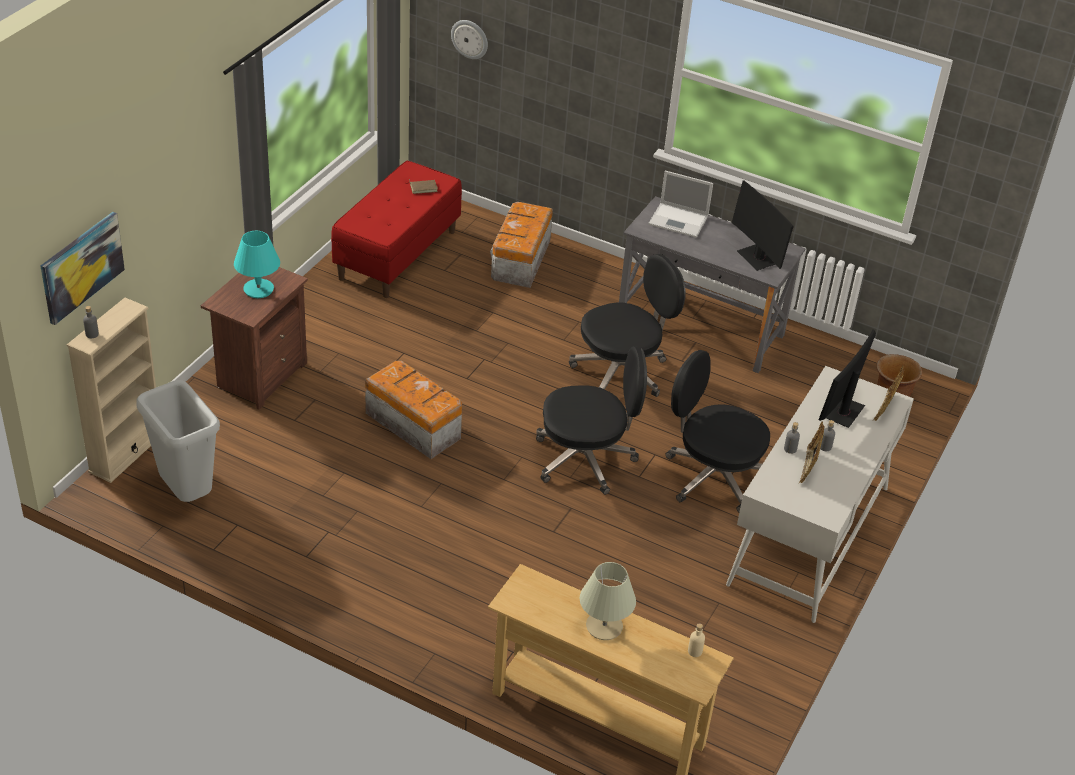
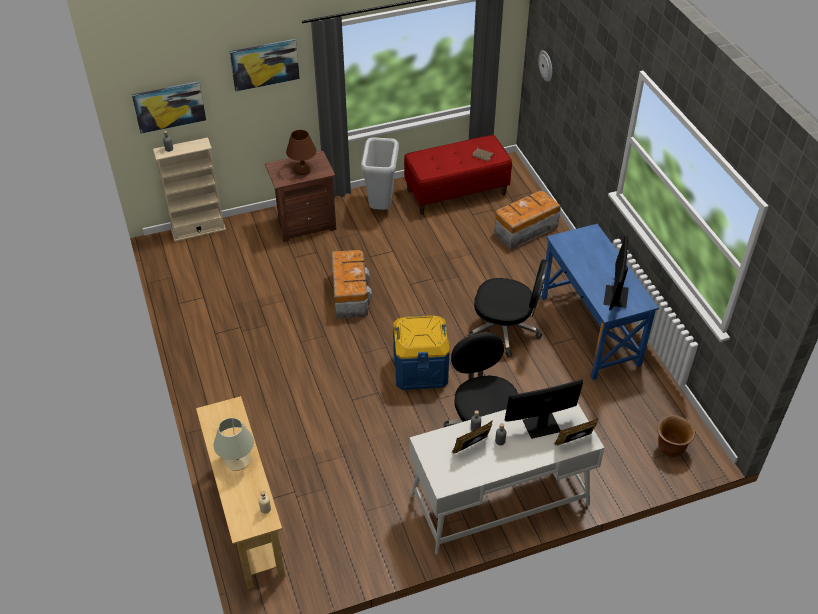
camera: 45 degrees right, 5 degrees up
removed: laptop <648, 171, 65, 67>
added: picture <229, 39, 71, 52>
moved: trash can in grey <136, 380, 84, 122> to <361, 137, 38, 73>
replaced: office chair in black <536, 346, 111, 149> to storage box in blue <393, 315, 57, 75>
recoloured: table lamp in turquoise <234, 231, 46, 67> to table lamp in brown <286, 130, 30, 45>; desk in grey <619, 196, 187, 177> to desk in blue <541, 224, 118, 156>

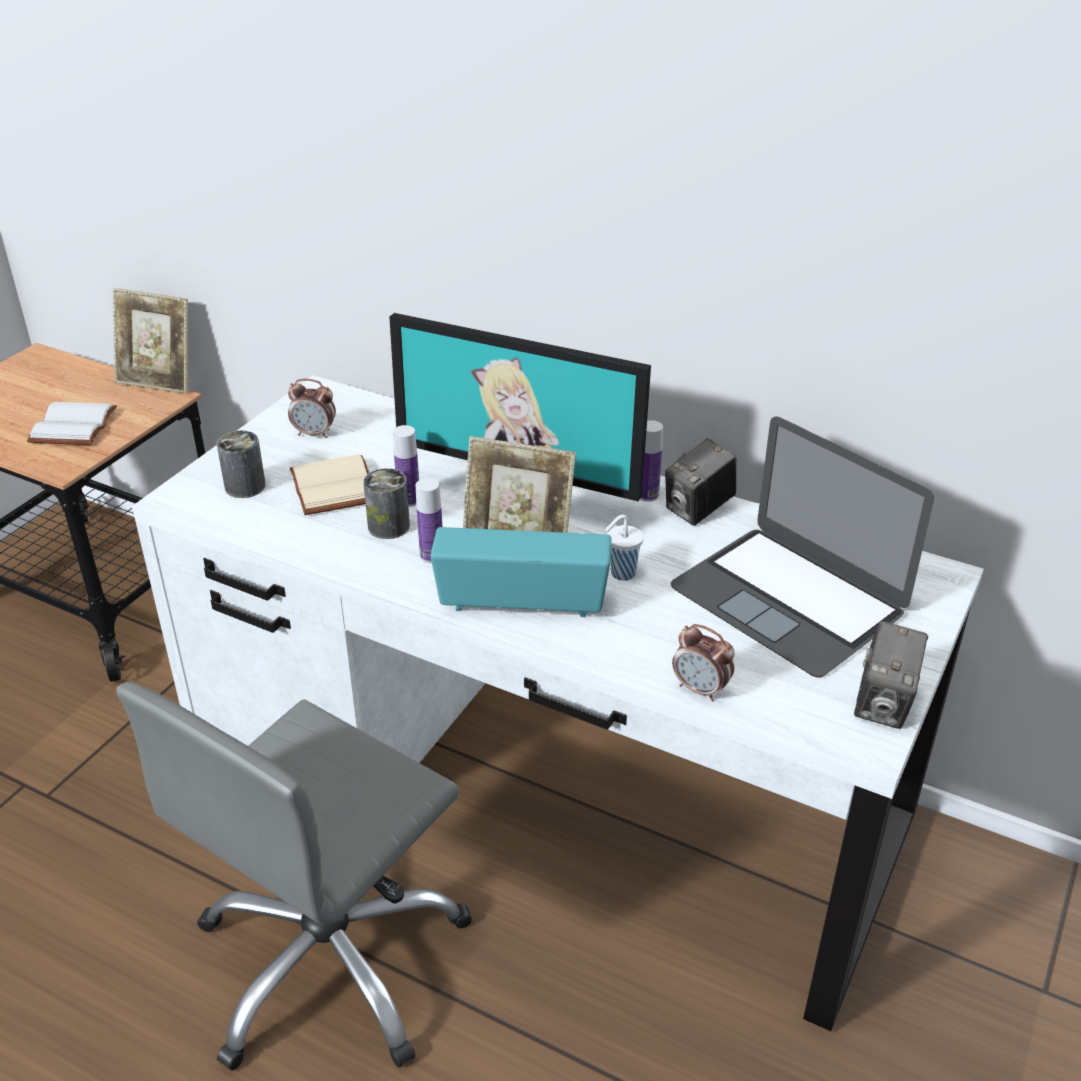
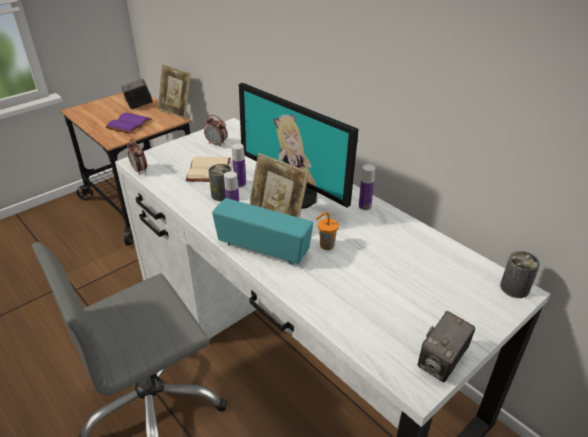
camera: 20 degrees right, 0 degrees up
removed: laptop <671, 416, 263, 261>
moved: can <217, 431, 49, 67> to <500, 251, 40, 47>; photo camera <665, 438, 71, 88> to <122, 79, 31, 30>; alarm clock <672, 624, 62, 77> to <127, 139, 20, 36>
recoloured: book in white <27, 402, 90, 43> to book in purple <106, 112, 46, 22>; cup in white <605, 515, 38, 66> to cup in orange <316, 212, 23, 38>

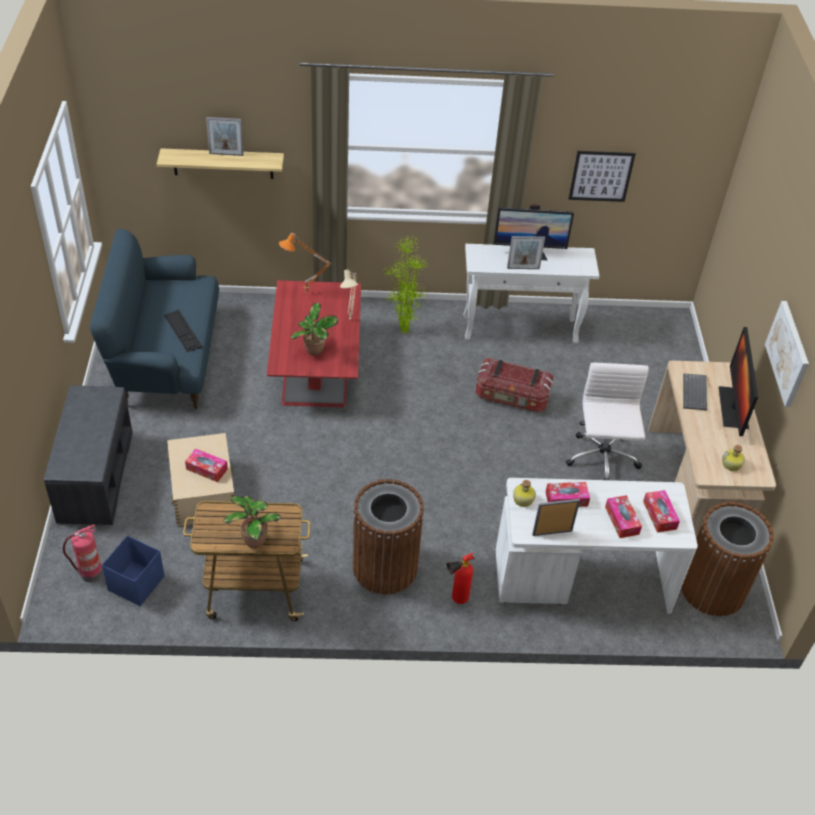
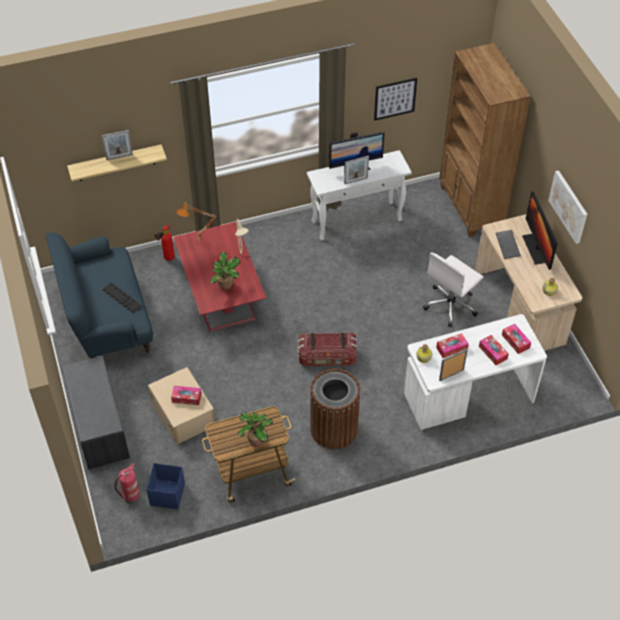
camera: 15 degrees left, 5 degrees up
removed: potted plant <382, 236, 47, 98>; trash can in brown <681, 502, 93, 114>
added: bookcase in brown <439, 43, 92, 194>
moved: fire extinguisher <447, 553, 27, 51> to <154, 224, 21, 37>; storage box <476, 358, 78, 54> to <297, 332, 61, 34>
turned: office chair in white <566, 363, 83, 117> = <423, 252, 60, 75> 120 degrees counterclockwise

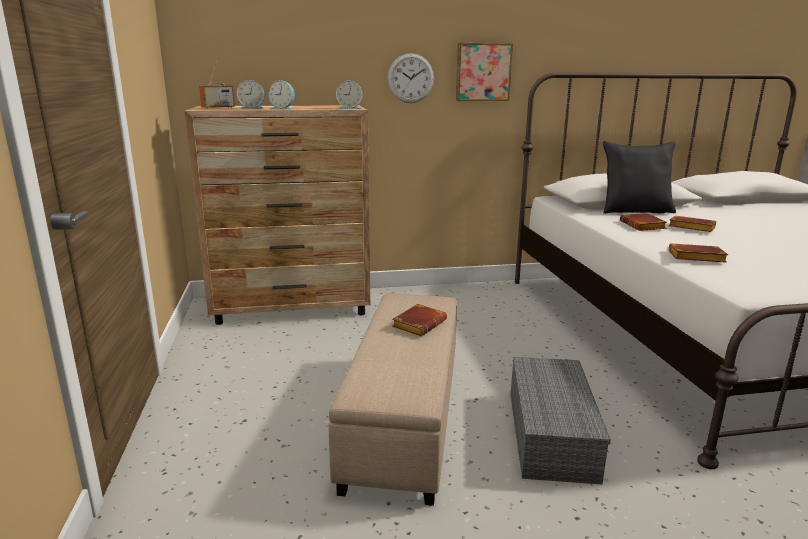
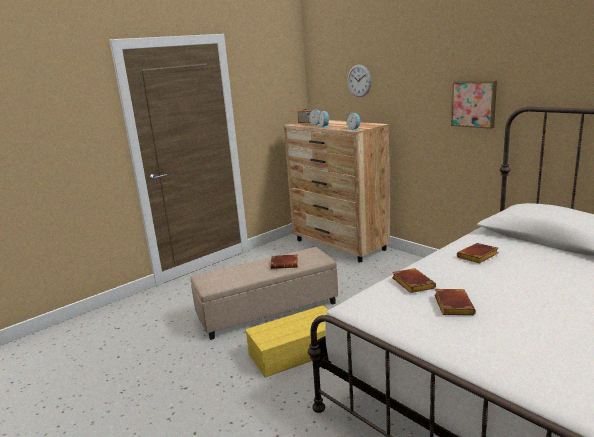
camera: 60 degrees right, 0 degrees up
removed: pillow in black <603, 141, 73, 73>
moved: wall clock <387, 53, 47, 50> to <347, 64, 25, 33>; book in brown <669, 216, 47, 16> to <434, 289, 42, 26>
recoloured: storage box in grey <511, 357, 100, 127> to storage box in yellow <245, 305, 83, 73>

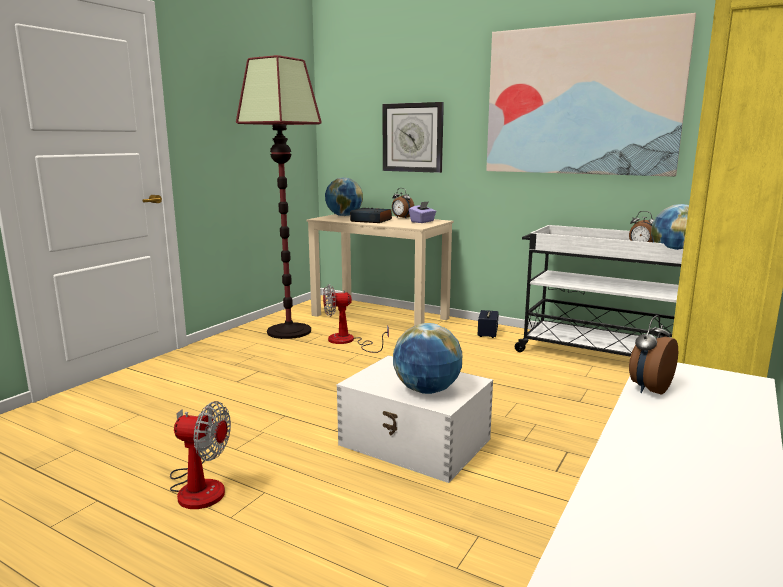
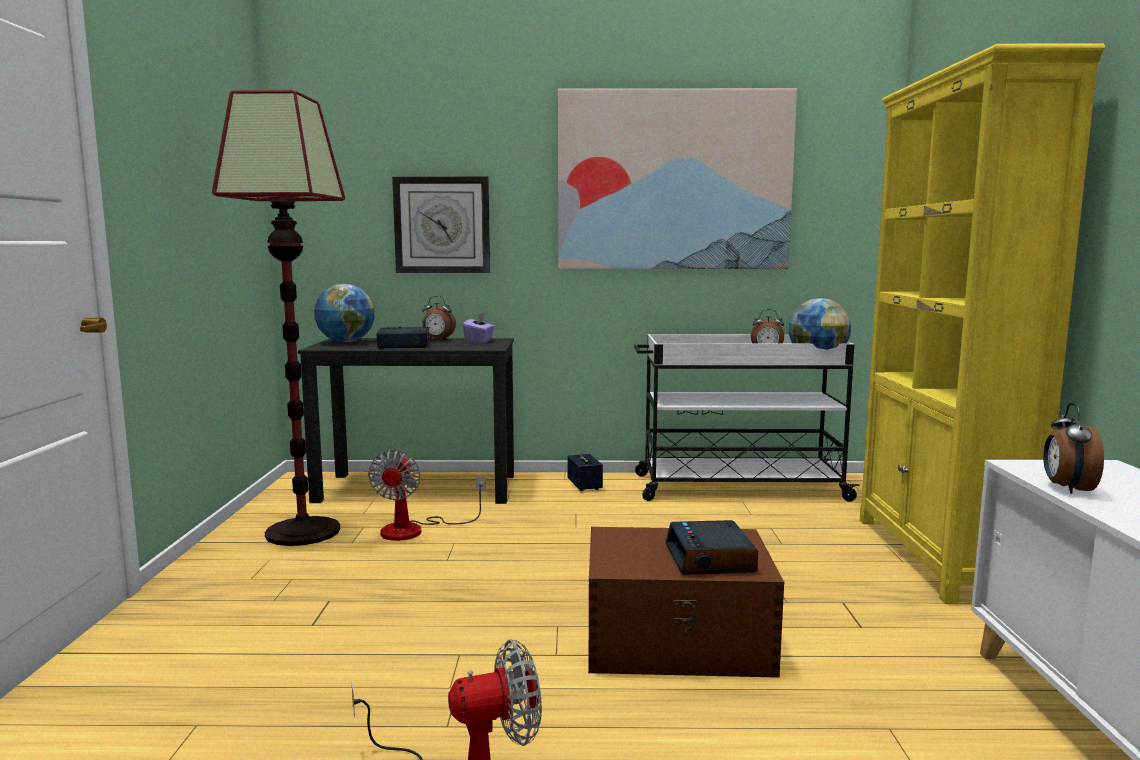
camera: 30 degrees left, 5 degrees down
replaced: globe <393, 323, 69, 71> to alarm clock <665, 520, 93, 55>
recoloured: desk in beige <306, 214, 148, 112> to desk in black <298, 338, 216, 166>; storage box in white <337, 355, 156, 128> to storage box in brown <588, 527, 196, 151>
turned: fan <323, 284, 66, 69> = <368, 450, 118, 91> 45 degrees counterclockwise

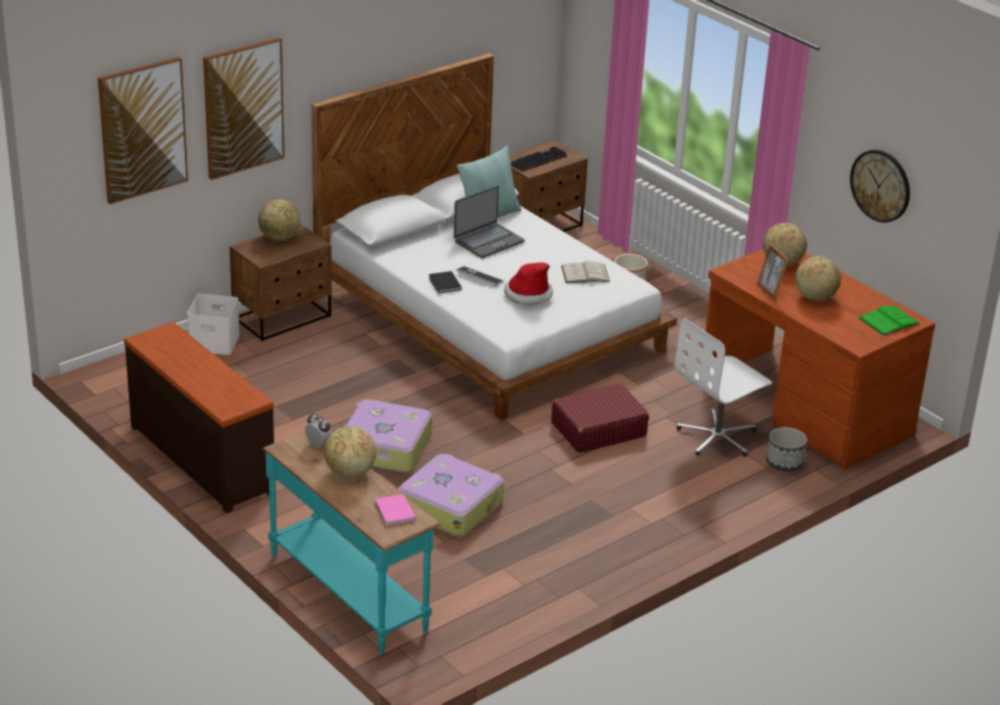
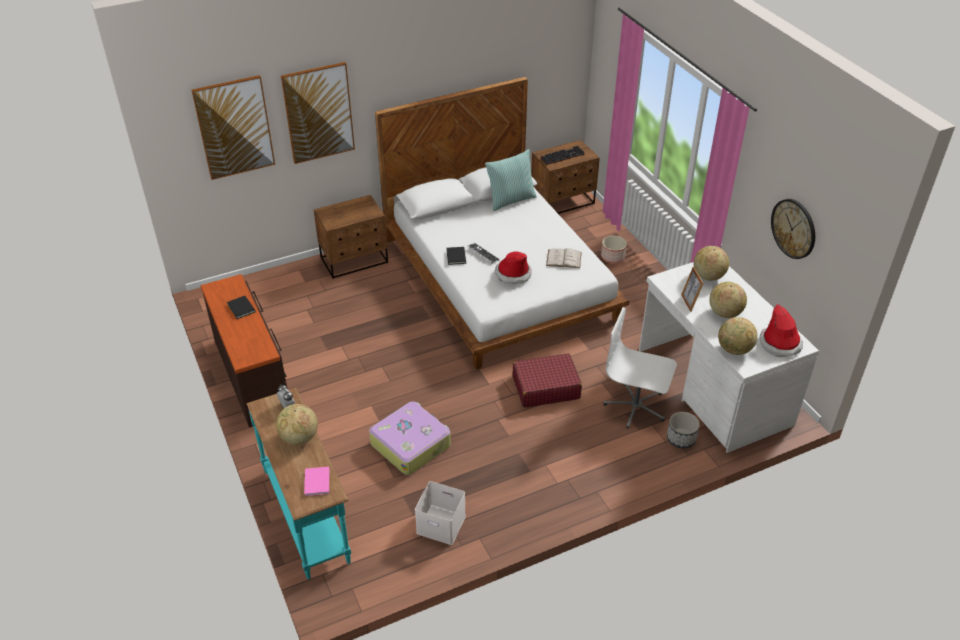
camera: 15 degrees right, 10 degrees up
removed: suitcase <343, 399, 89, 74>; laptop <454, 186, 70, 72>
added: book in black <227, 296, 29, 23>
moved: storage box in white <187, 294, 53, 61> to <415, 481, 51, 64>; globe <258, 200, 42, 41> to <718, 317, 40, 38>
replaced: book in green <858, 306, 62, 30> to hat <759, 304, 44, 54>
recoloured: desk in brown <705, 249, 230, 221> to desk in white <639, 262, 180, 191>
turned: office chair in white <675, 318, 97, 139> = <603, 307, 74, 122> 45 degrees clockwise

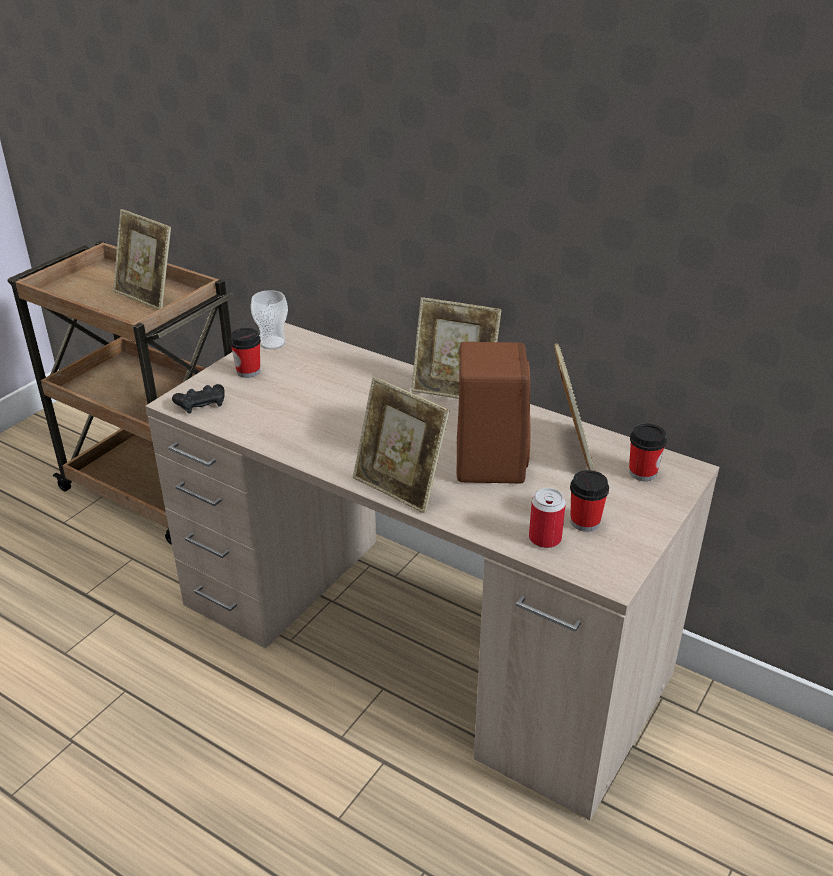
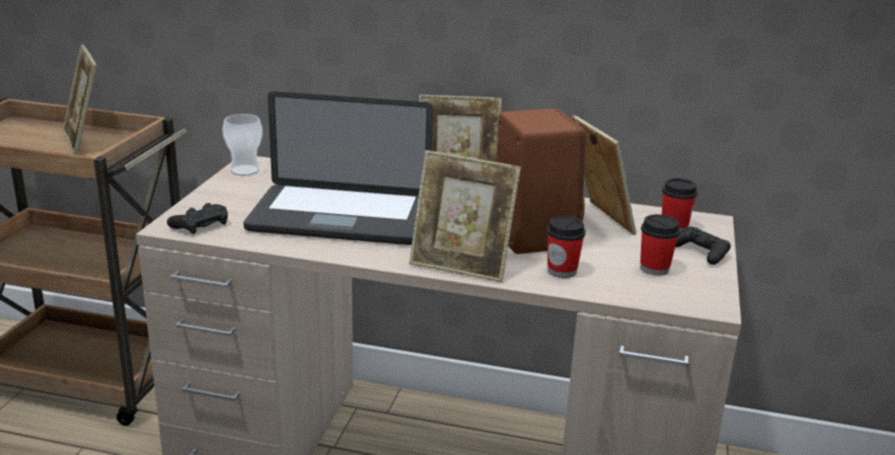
camera: 20 degrees left, 10 degrees down
removed: can <529, 488, 37, 60>
added: laptop <243, 91, 190, 154>; game controller in black <675, 227, 56, 38>
moved: cup <229, 328, 32, 50> to <547, 216, 39, 62>
turned: picture frame <113, 209, 58, 101> = <62, 44, 35, 111> 45 degrees clockwise

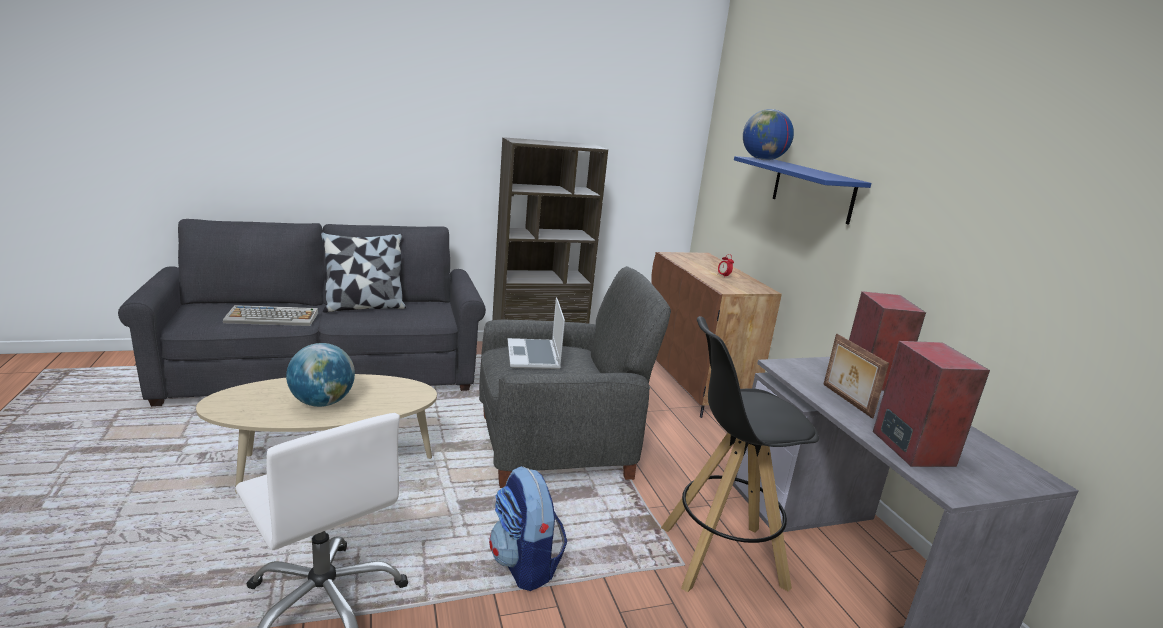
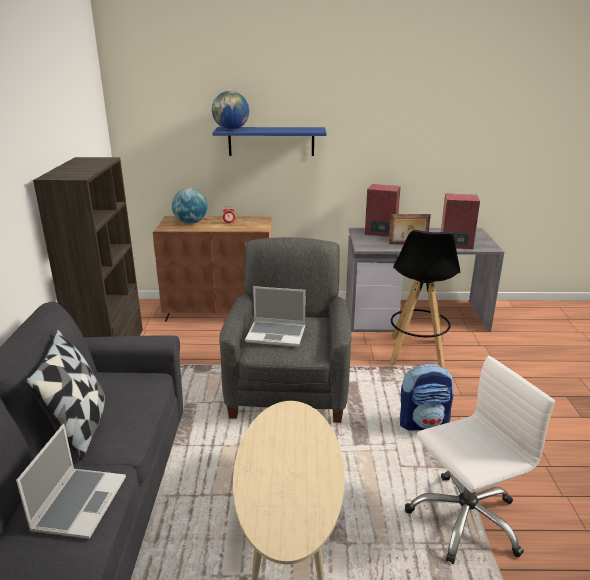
camera: 70 degrees left, 5 degrees up
moved: globe <286, 343, 69, 64> to <172, 188, 35, 36>
replaced: keyboard <223, 305, 95, 21> to laptop <16, 424, 110, 115>

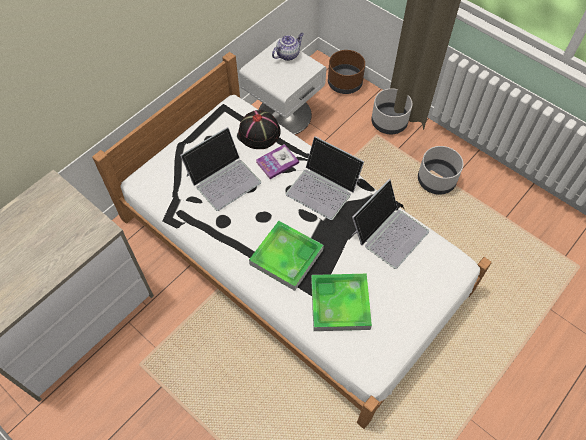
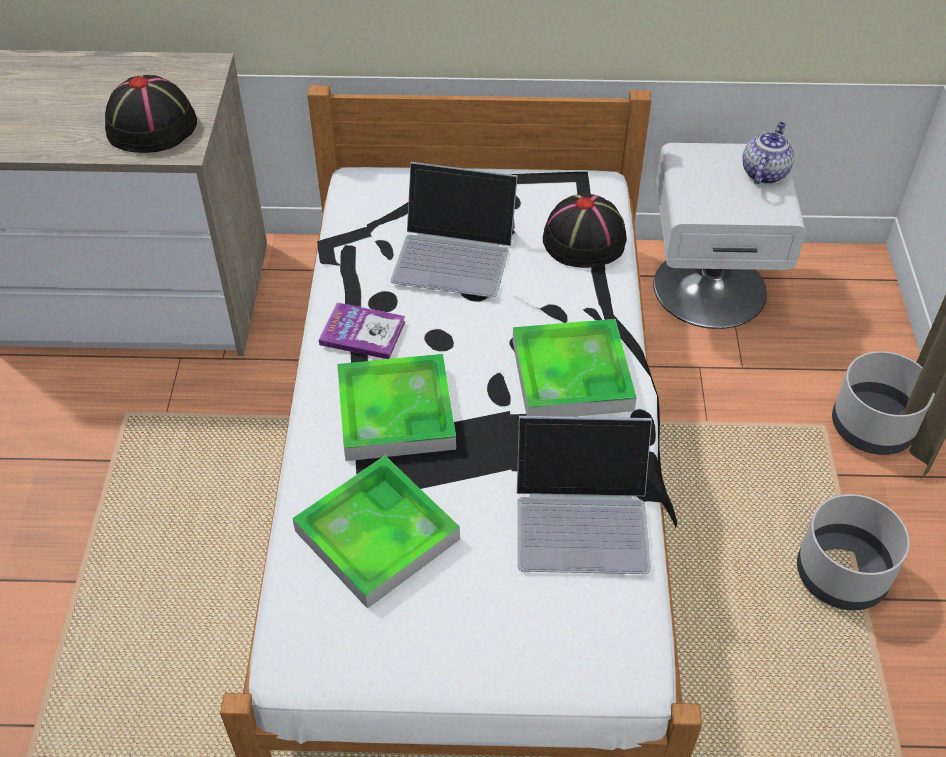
camera: 50 degrees right, 10 degrees down
removed: planter in brown <328, 50, 37, 44>
added: hat in black <105, 75, 92, 78>
moved: book <256, 144, 43, 35> to <319, 302, 87, 57>
replaced: laptop <286, 136, 78, 84> to tray <513, 319, 124, 98>
turned: teapot <272, 33, 32, 28> = <743, 122, 51, 62> 75 degrees counterclockwise

